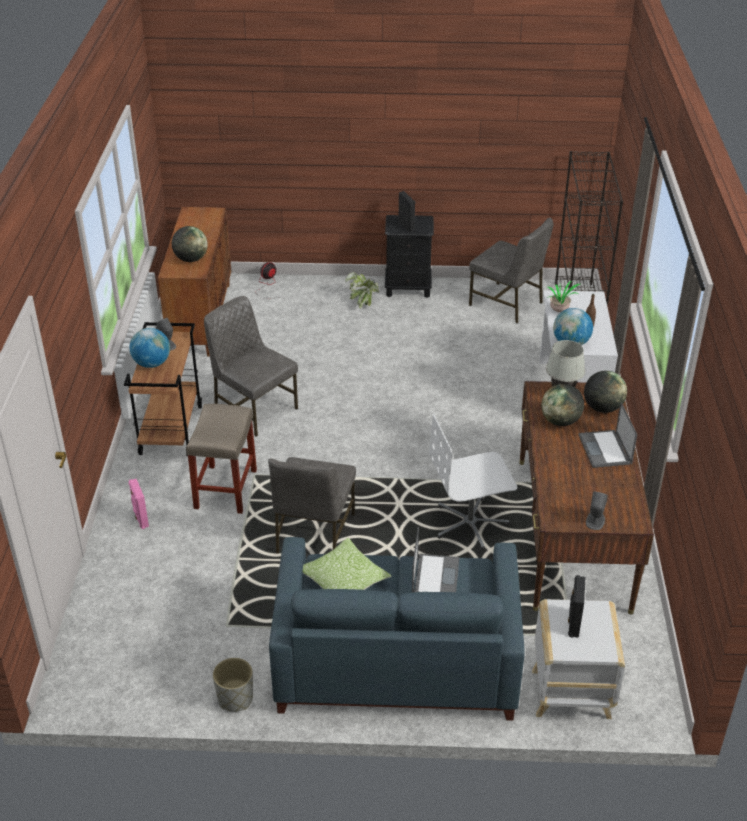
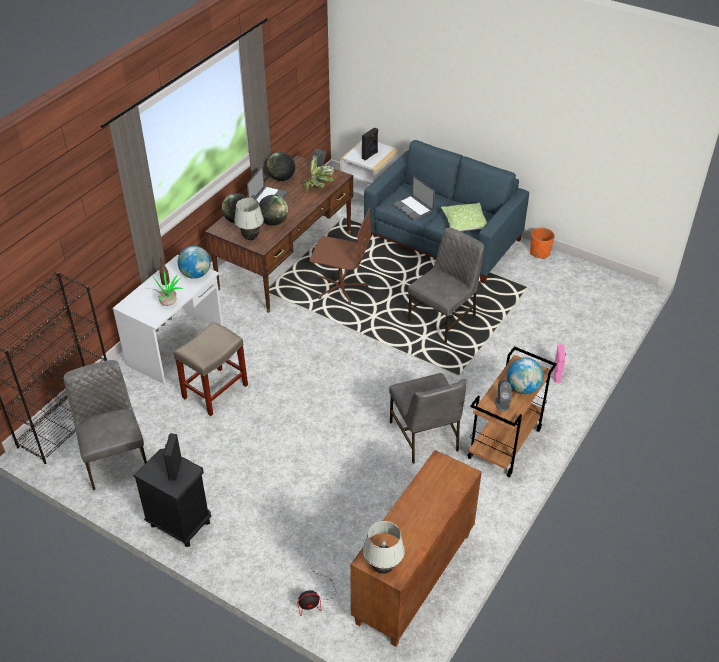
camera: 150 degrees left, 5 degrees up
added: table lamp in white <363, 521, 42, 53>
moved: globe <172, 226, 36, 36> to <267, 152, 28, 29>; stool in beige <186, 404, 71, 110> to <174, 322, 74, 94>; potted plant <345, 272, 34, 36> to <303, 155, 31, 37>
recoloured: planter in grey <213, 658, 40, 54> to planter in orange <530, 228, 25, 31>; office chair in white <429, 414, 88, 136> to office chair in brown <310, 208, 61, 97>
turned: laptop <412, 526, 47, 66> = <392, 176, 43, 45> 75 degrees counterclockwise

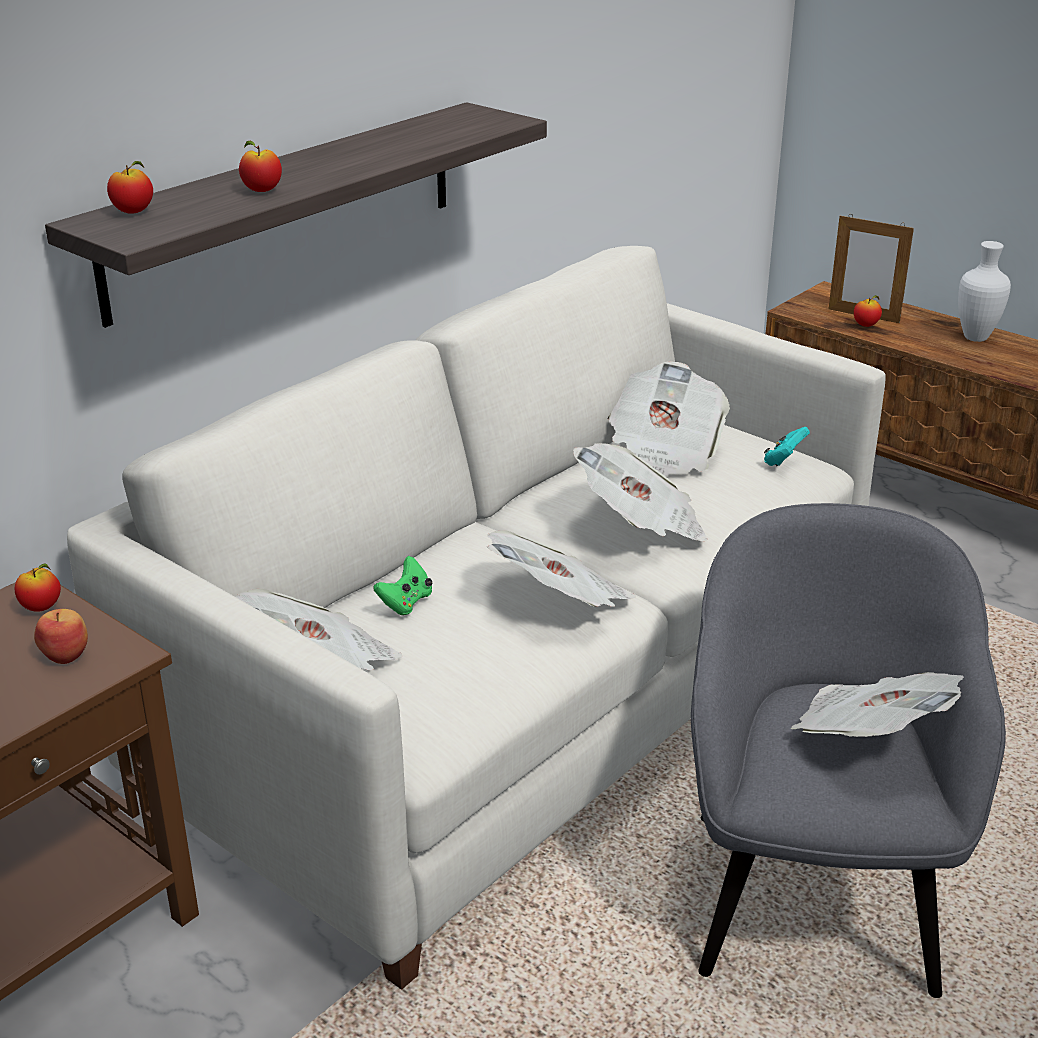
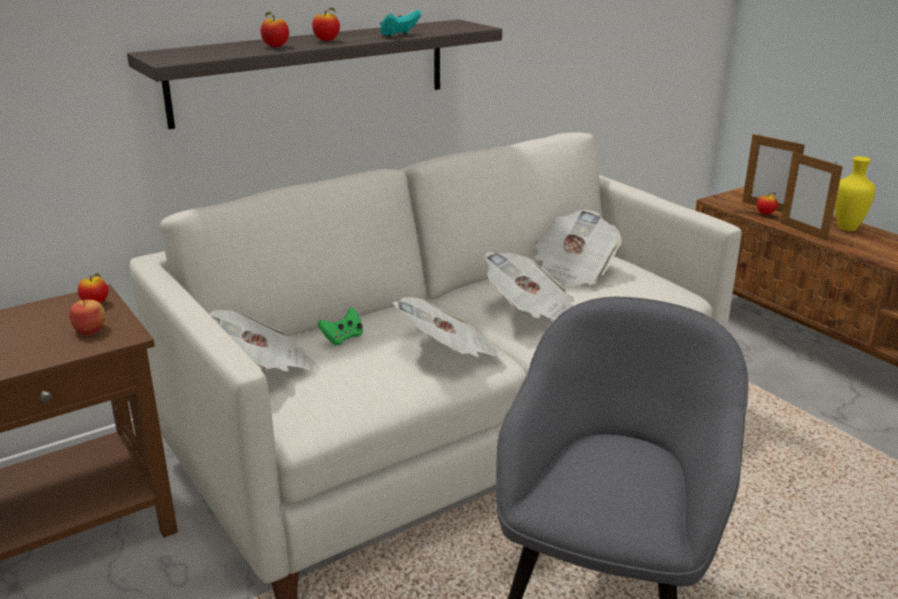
camera: 15 degrees right, 5 degrees down
removed: newspaper <790, 672, 174, 65>
added: picture frame <780, 151, 63, 90>
moved: apple <107, 161, 46, 53> to <312, 8, 28, 33>; game controller in turquoise <764, 427, 46, 39> to <380, 10, 41, 27>
recoloured: vase in white <958, 241, 53, 101> to vase in yellow <835, 156, 40, 75>

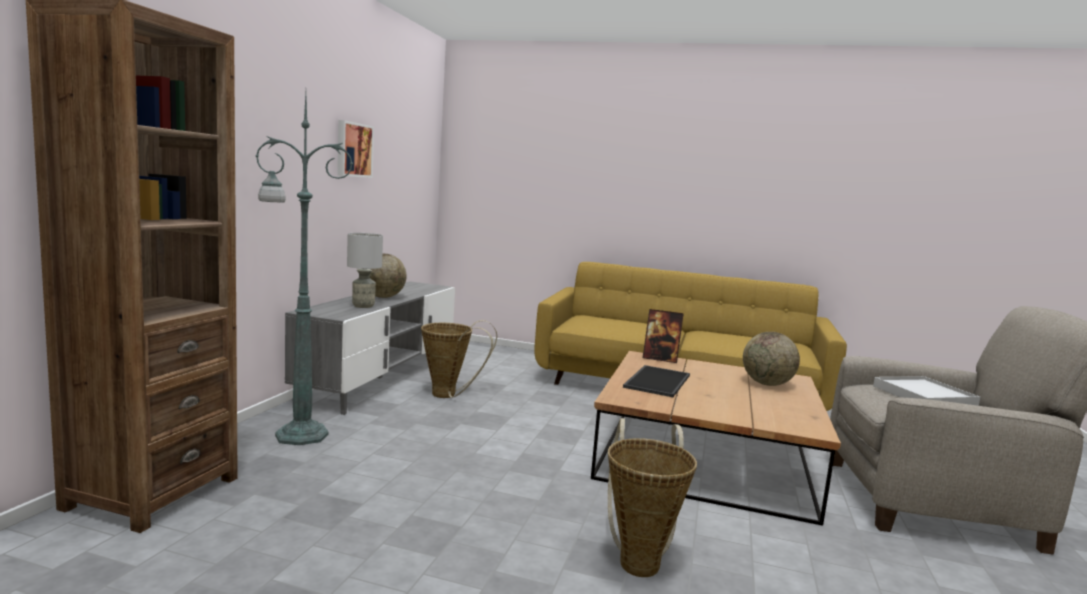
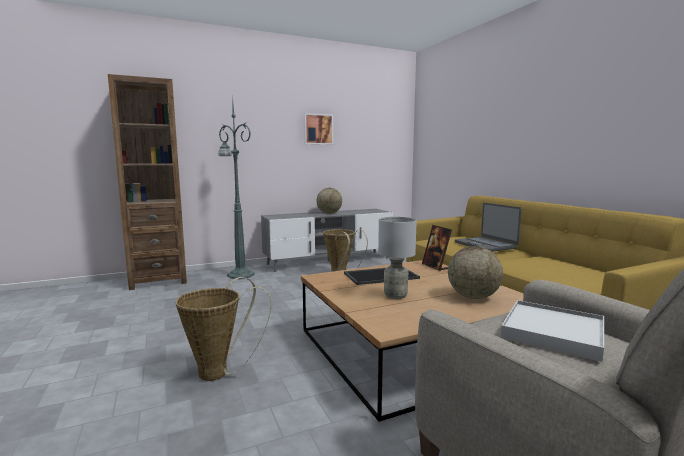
camera: 50 degrees right, 0 degrees up
added: laptop <455, 203, 67, 49>
moved: table lamp in grey <347, 233, 36, 75> to <378, 217, 39, 82>

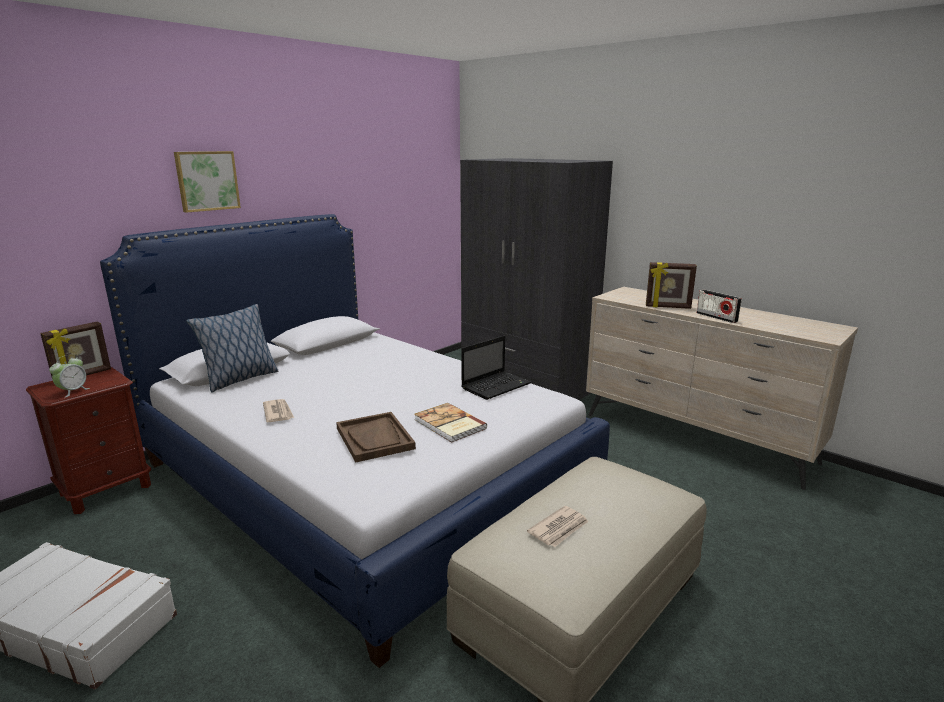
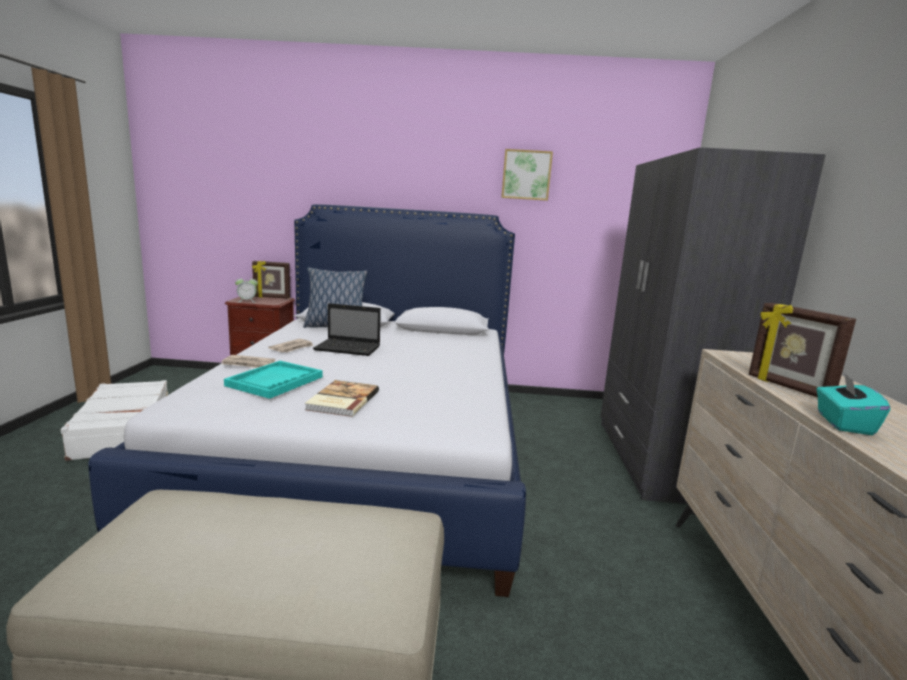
camera: 50 degrees right, 5 degrees down
moved: picture <174, 151, 67, 62> to <501, 149, 52, 52>; laptop <461, 336, 70, 64> to <313, 303, 68, 53>; newspaper <527, 506, 61, 41> to <221, 355, 54, 13>
replaced: radio <697, 290, 45, 33> to tissue box in turquoise <816, 373, 74, 62>
recoloured: tray in brown <336, 412, 80, 51> to tray in turquoise <224, 361, 99, 38>

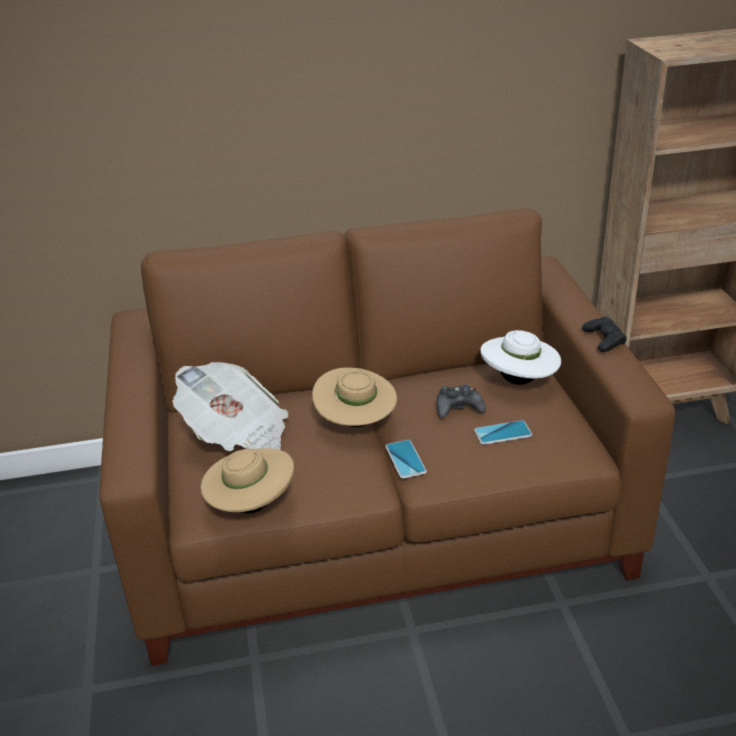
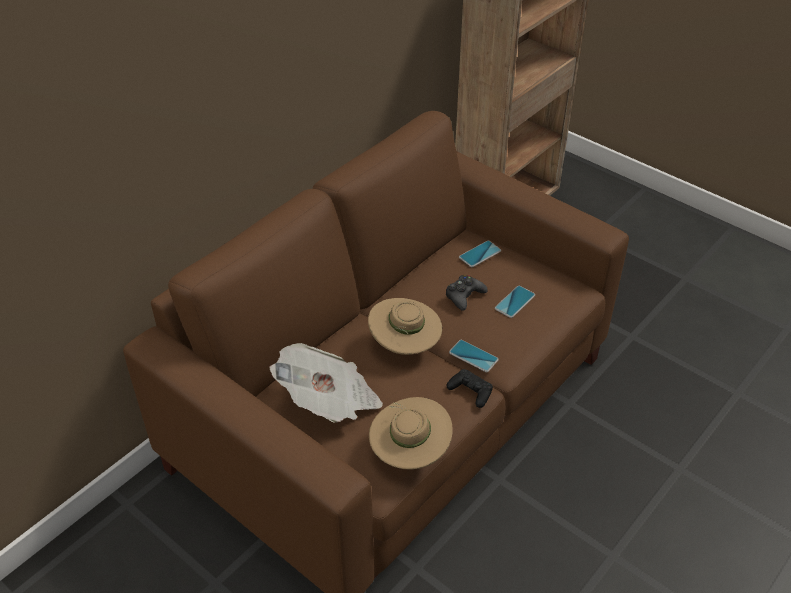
camera: 40 degrees left, 10 degrees up
moved: game controller in black <582, 317, 45, 35> to <446, 369, 47, 39>
replaced: hat in white <481, 330, 80, 55> to phone <459, 241, 42, 26>

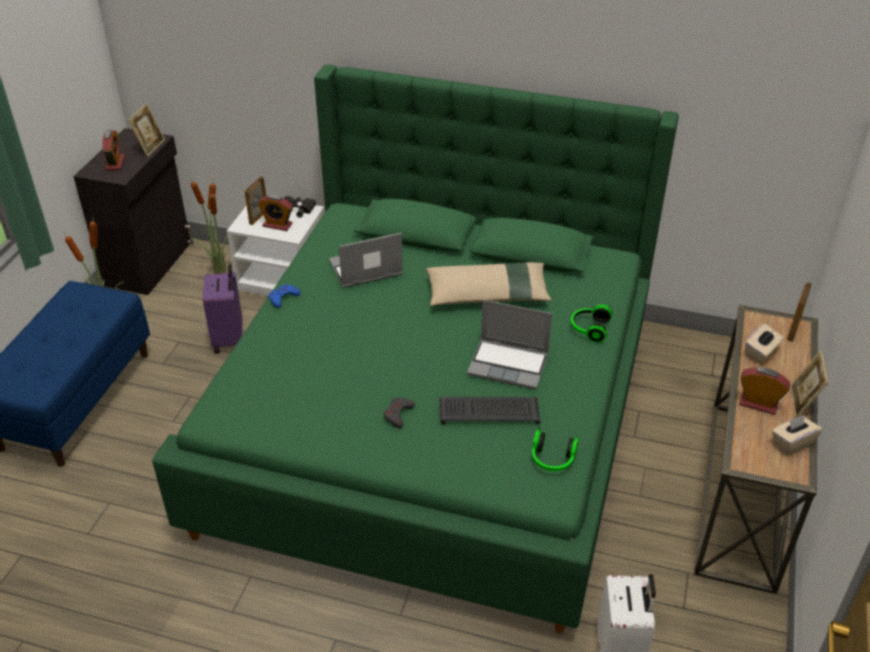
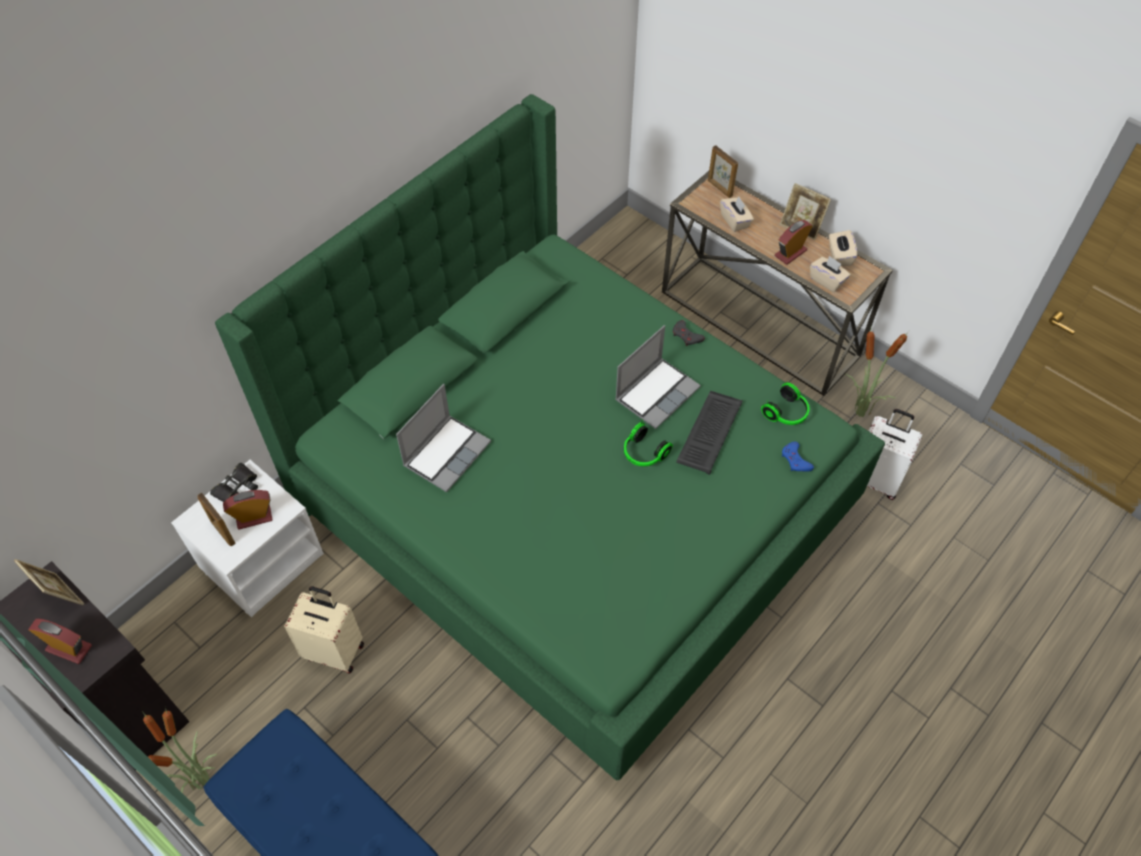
camera: 65 degrees left, 15 degrees up
removed: pillow in beige <426, 262, 126, 44>
added: tissue box in beige <810, 255, 41, 37>
moved: potted plant <190, 177, 40, 97> to <845, 331, 64, 86>; game controller in blue <269, 284, 32, 24> to <782, 441, 32, 31>; game controller in grey <384, 398, 31, 30> to <673, 320, 32, 26>; headphones <571, 304, 42, 39> to <624, 419, 49, 47>
recoloured: suitcase in purple <203, 264, 40, 90> to suitcase in beige <284, 586, 80, 87>
turned: alarm clock <258, 195, 35, 36> = <223, 490, 49, 40> 150 degrees counterclockwise; laptop <329, 233, 74, 55> = <396, 384, 95, 108> 150 degrees counterclockwise

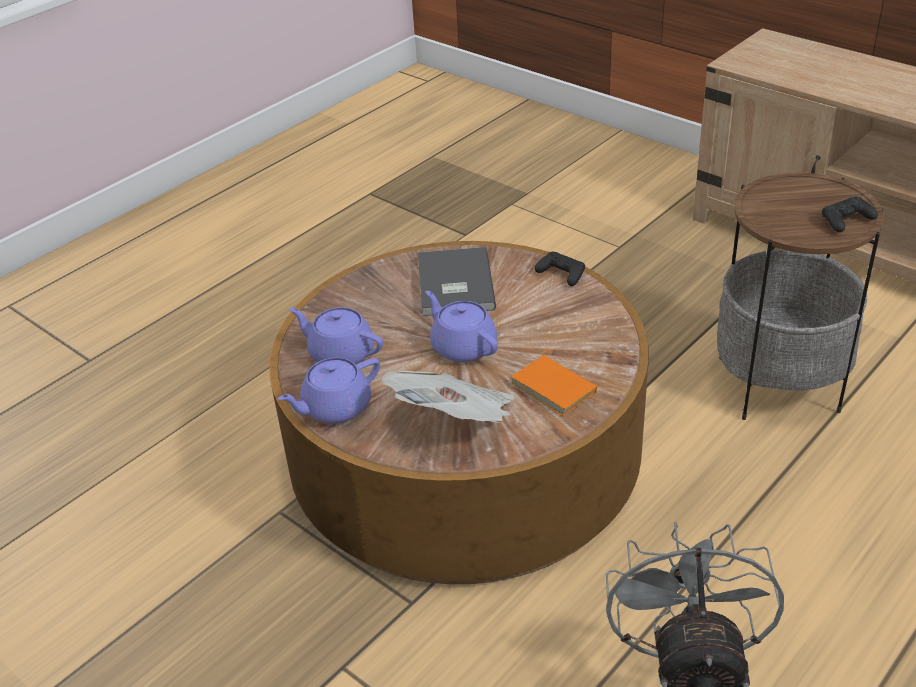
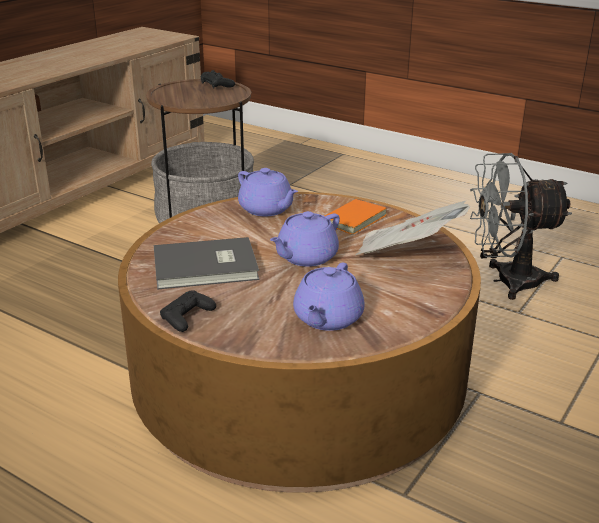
camera: 100 degrees left, 10 degrees down
moved: teapot in purple <278, 358, 102, 65> to <238, 168, 60, 48>; game controller in black <535, 252, 50, 34> to <160, 290, 56, 42>

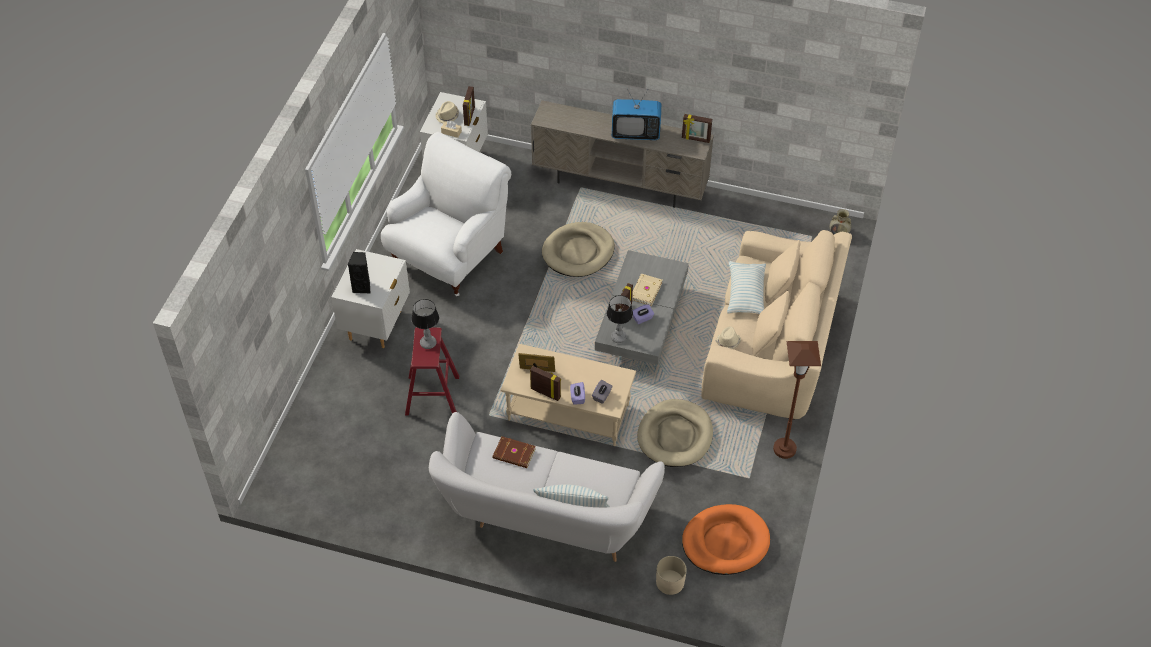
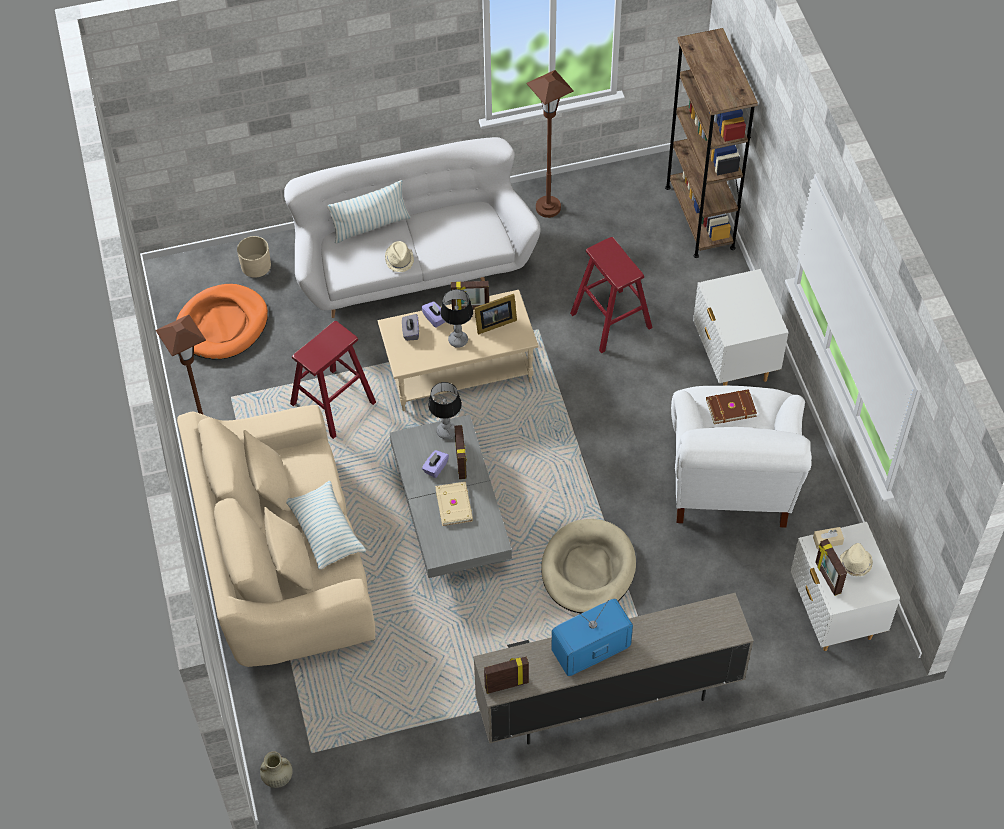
camera: 150 degrees right, 5 degrees up
removed: speaker in black <348, 252, 23, 41>
added: floor lamp in brown <526, 70, 48, 148>; bookcase in brown <665, 28, 93, 230>
moved: table lamp <412, 299, 27, 50> to <440, 289, 33, 59>; book in brown <493, 436, 43, 32> to <706, 389, 51, 35>; hat in beige <716, 326, 25, 23> to <385, 241, 29, 31>
replaced: dog bed in beige <637, 399, 76, 68> to stool in red <290, 321, 86, 118>

